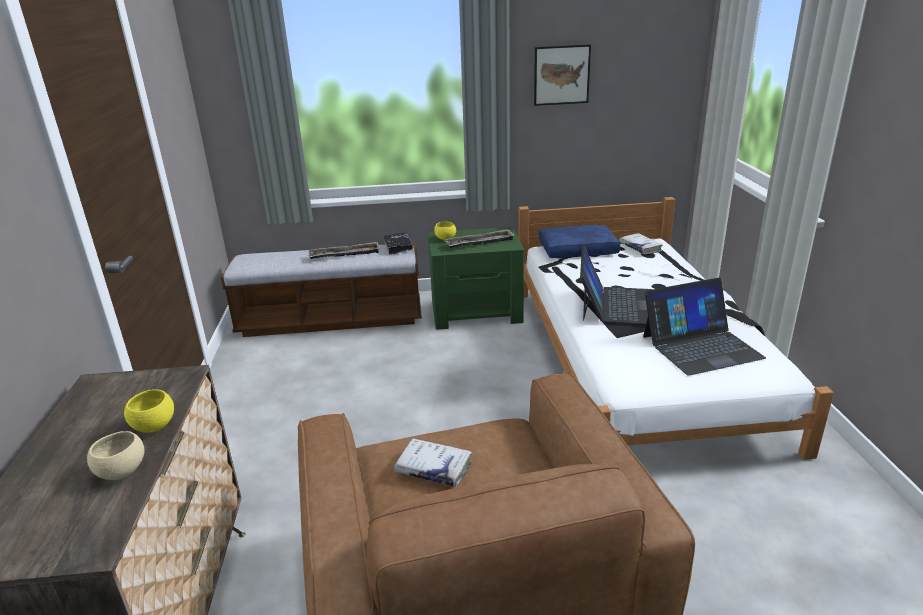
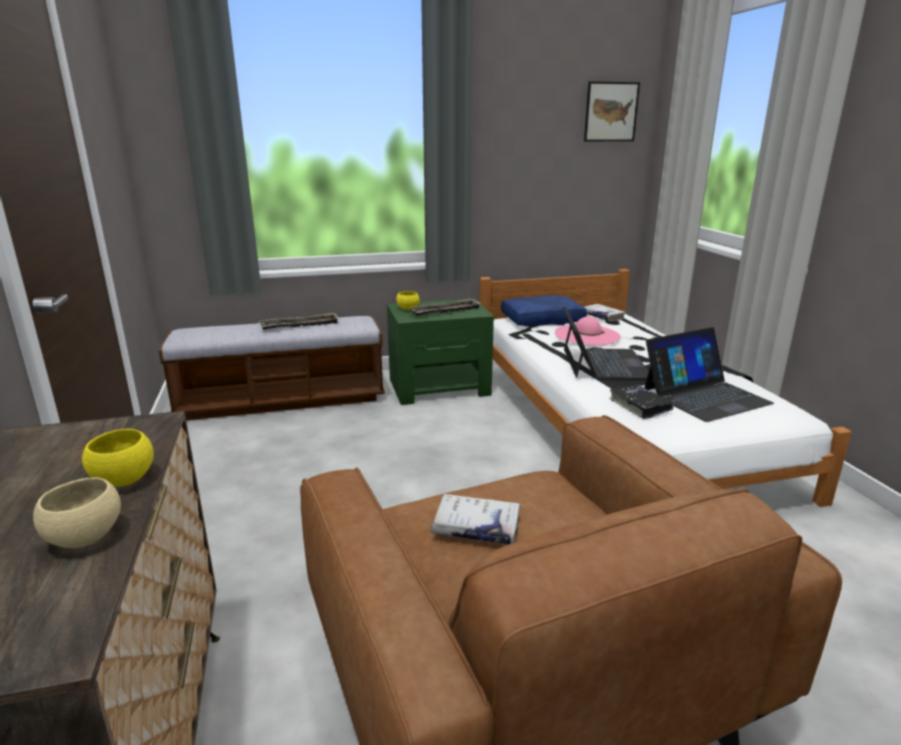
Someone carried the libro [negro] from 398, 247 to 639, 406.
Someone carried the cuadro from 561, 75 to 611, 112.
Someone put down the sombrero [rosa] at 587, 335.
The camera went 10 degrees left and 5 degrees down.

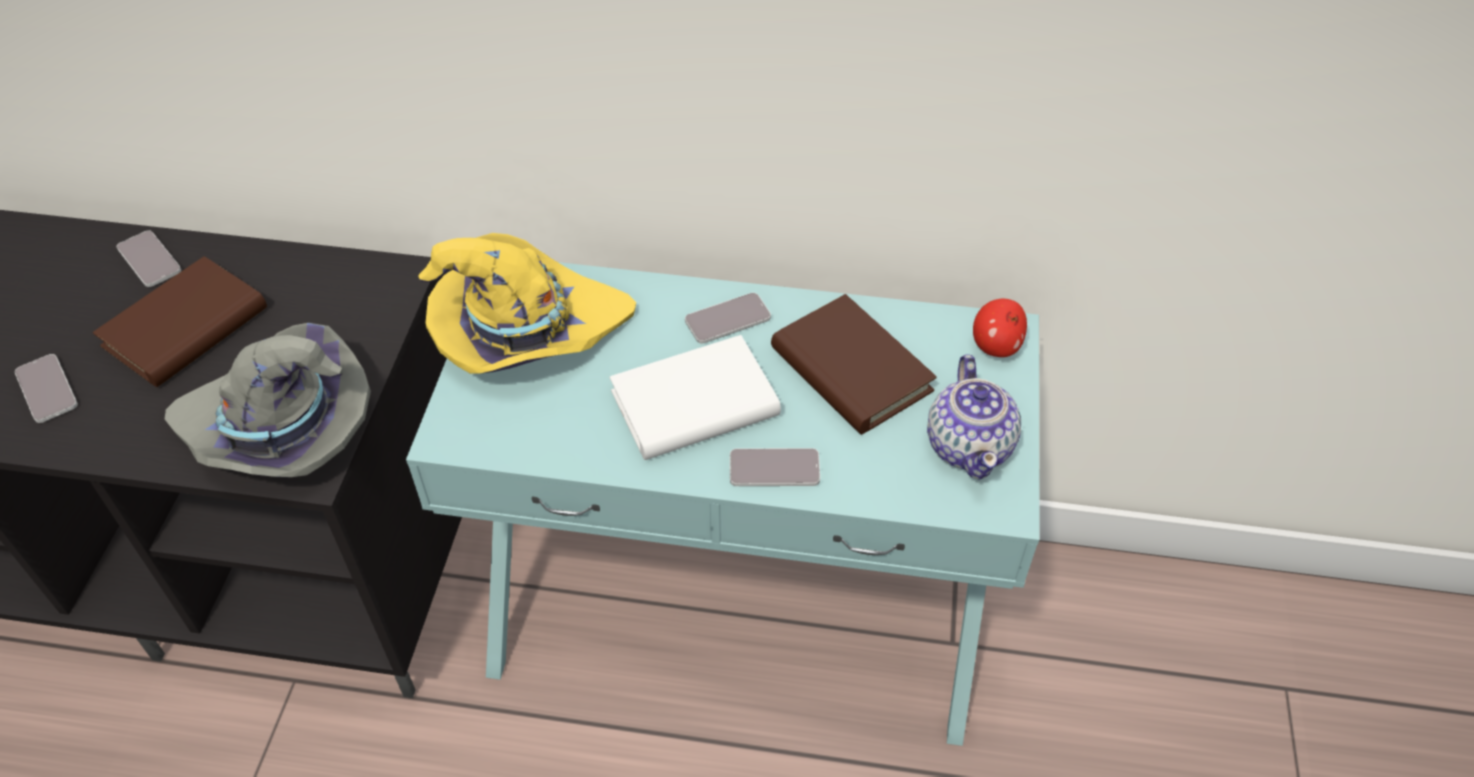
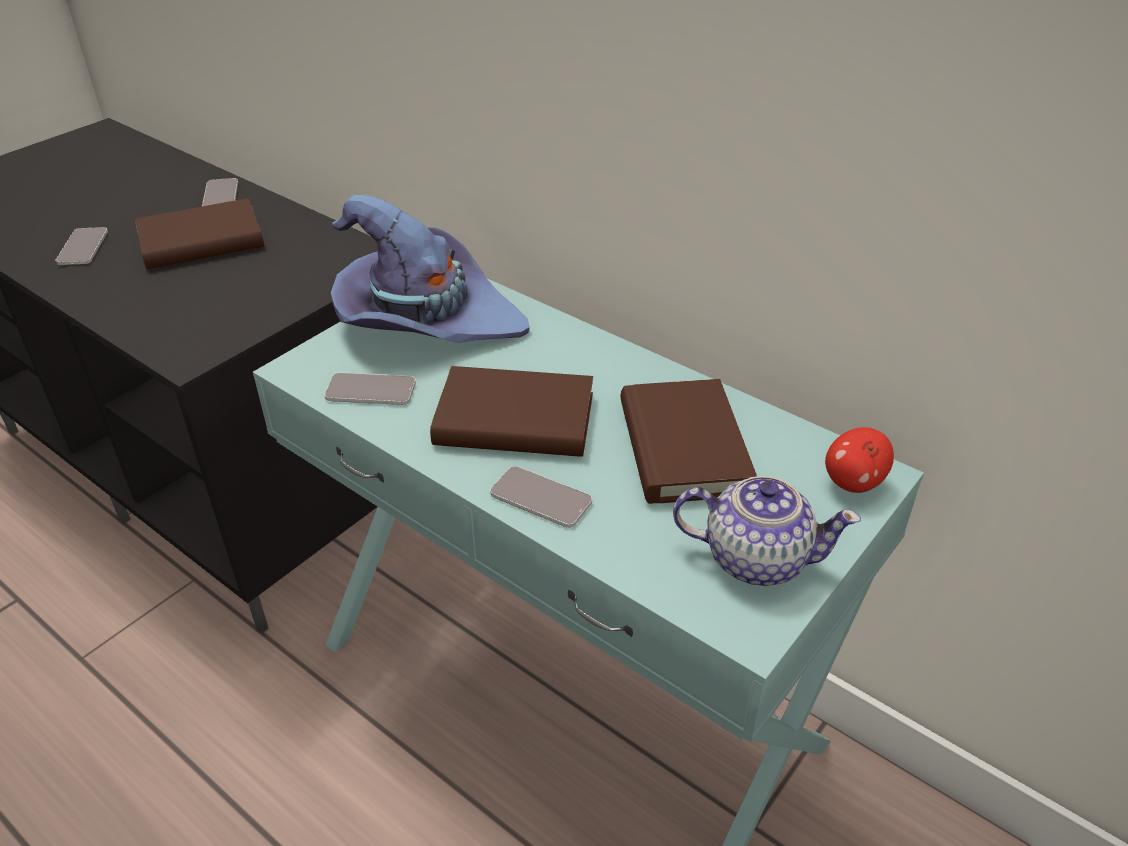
Someone took away the sombrero [gris] at 280, 430.
Someone repainted the sombrero [amarillo] at 526, 331, which became the sombrero [morado] at 425, 319.
Someone repainted the libro [blanco] at 695, 404, which became the libro [marrón] at 514, 420.
Someone carried the móvil from 727, 319 to 371, 390.
Someone rotated the tetera at 970, 445 by 105 degrees counterclockwise.
The camera went 30 degrees right and 10 degrees down.

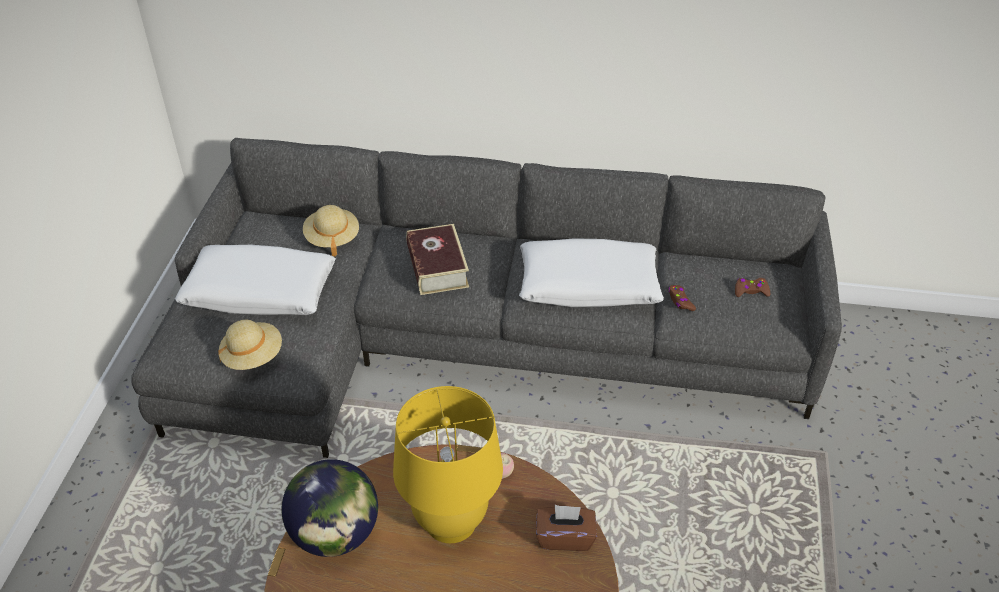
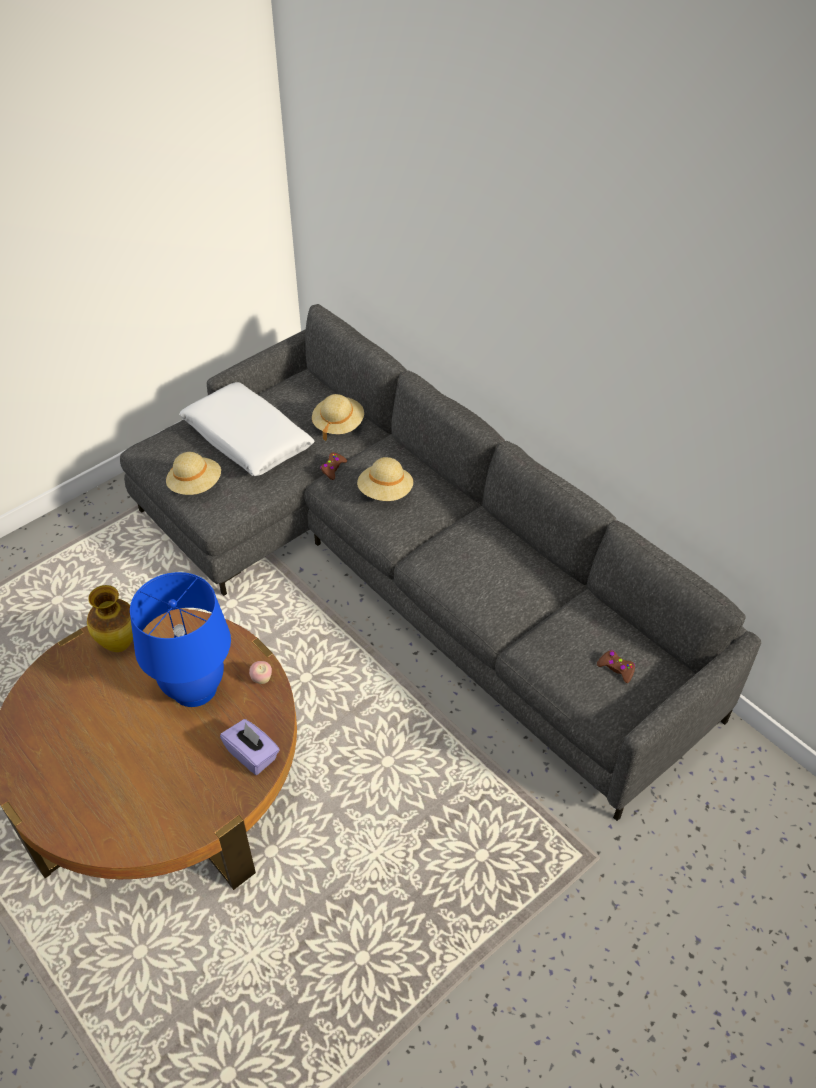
Someone swapped the globo terráqueo at 335, 535 for the florero at 119, 645.
Someone repainted the lámpara de mesa [amarillo] at 451, 521, which became the lámpara de mesa [azul] at 194, 688.
Someone swapped the libro at 437, 267 for the sombrero [beis] at 385, 492.
Someone took away the cojín [blanco] at 588, 285.
Someone repainted the caja de pañuelos [marrón] at 565, 537, which became the caja de pañuelos [morado] at 252, 755.
Someone carried the mando de consola [marrón] from 680, 301 to 333, 468.
The camera went 40 degrees right and 5 degrees up.

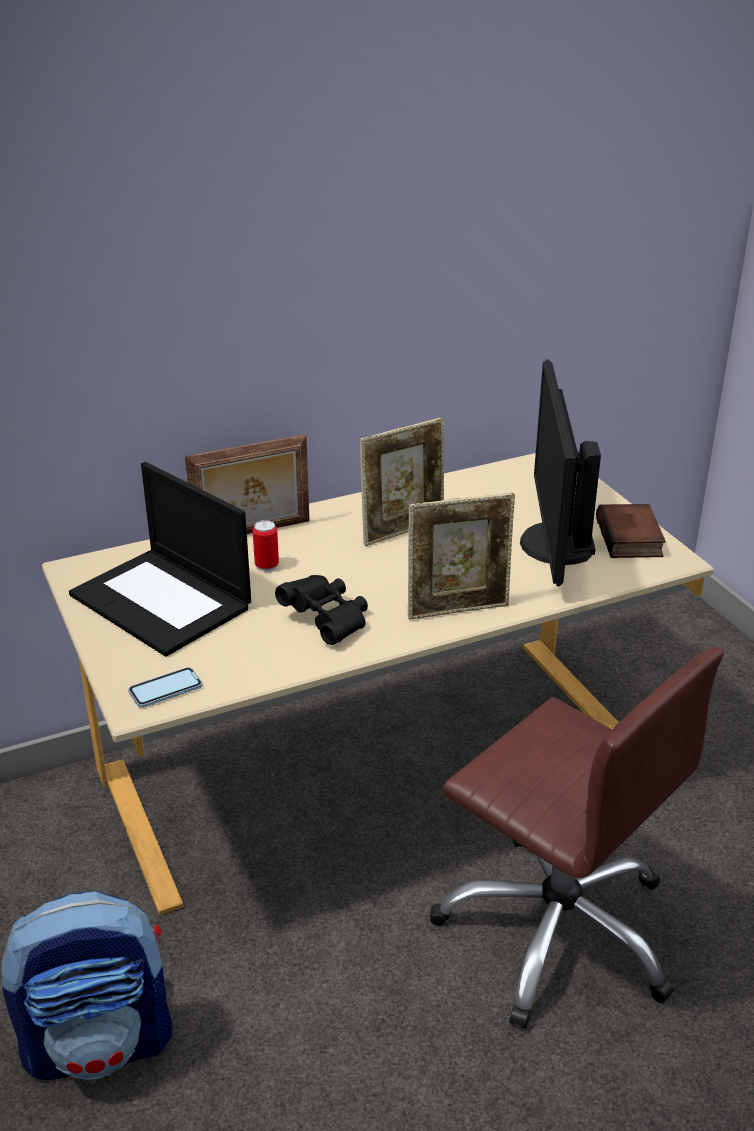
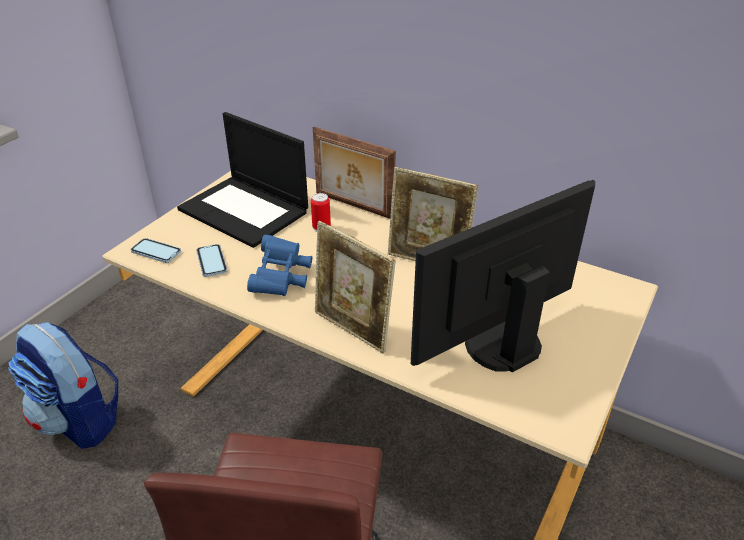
Someone rotated the portátil at 163, 601 by 60 degrees counterclockwise.
Someone repainted the prismáticos [negro] at 327, 620, which became the prismáticos [azul] at 281, 278.
Someone took away the libro at 631, 539.
Someone put down the móvil at 212, 261.
The camera went 55 degrees right and 5 degrees up.

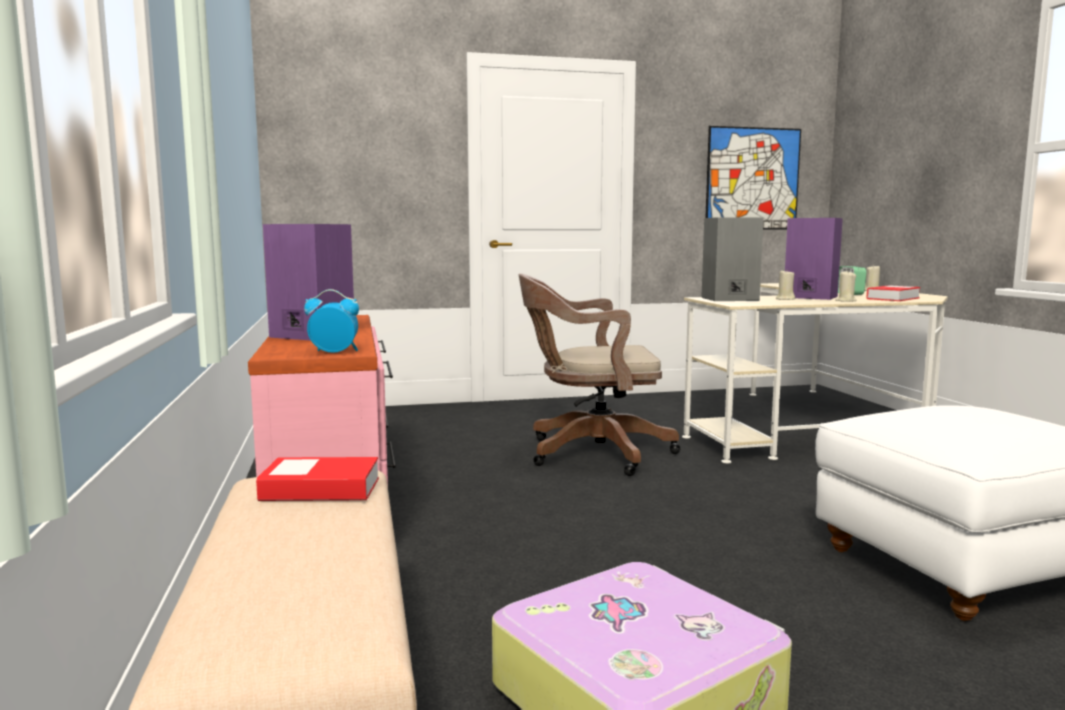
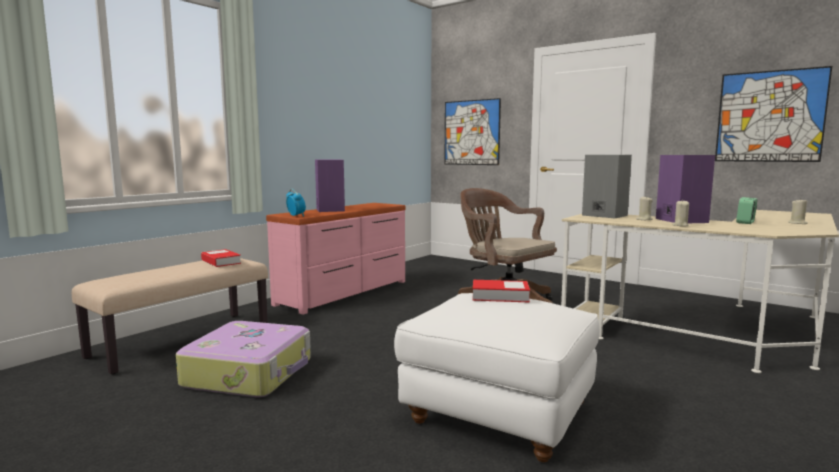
Someone carried the libro from 893, 298 to 500, 296.
Someone put up the cuadro at 471, 132.
The camera went 50 degrees right and 0 degrees up.

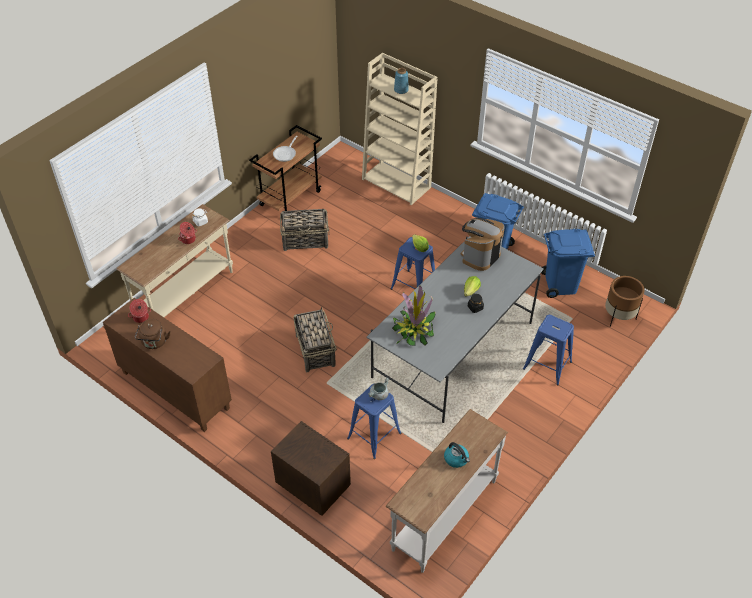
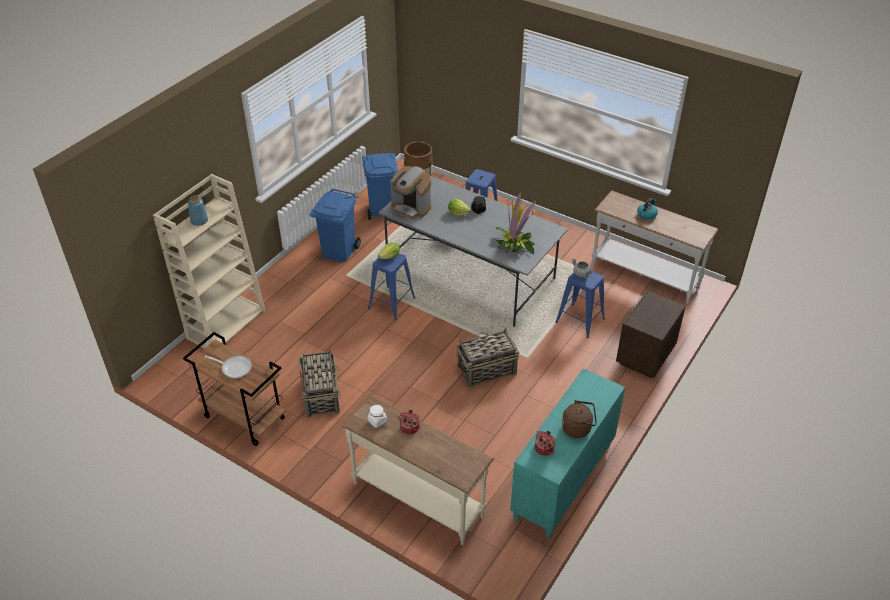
Someone repainted the armario [marrón] at 174, 390, which became the armario [turquesa] at 563, 482.
The camera went 95 degrees left and 5 degrees down.

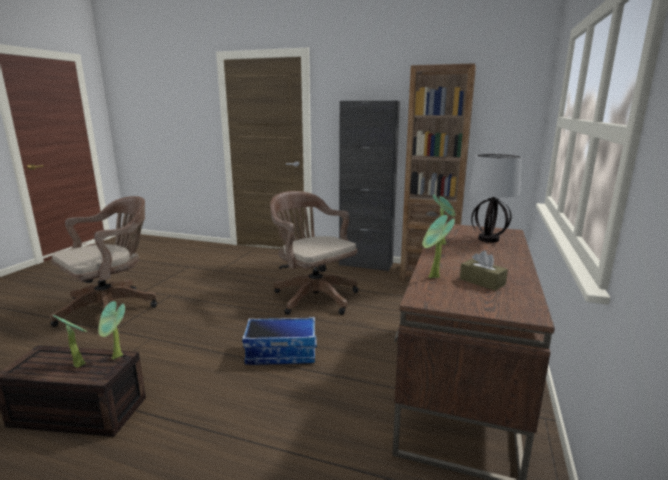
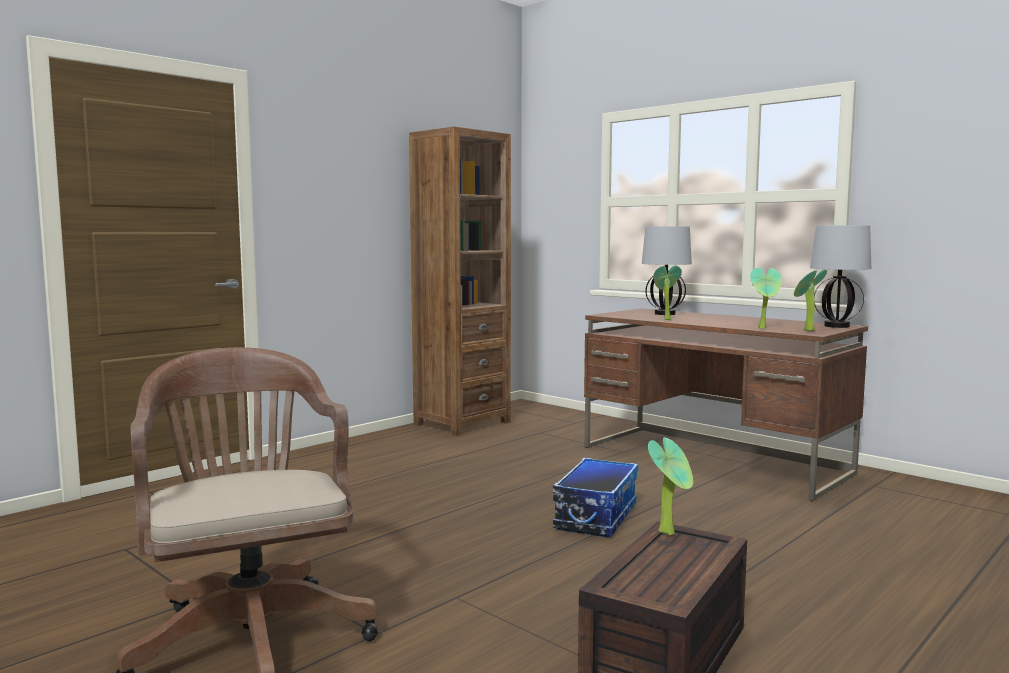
Someone carried the planta en maceta from 80, 364 to 806, 330.
Someone took away the silla de oficina [marrón] at 312, 296.
Someone took away the armario [negro] at 366, 264.
Someone took away the caja de pañuelos [marrón] at 482, 282.
Someone put down the lámpara de mesa at 837, 326.
The camera went 65 degrees left and 10 degrees down.

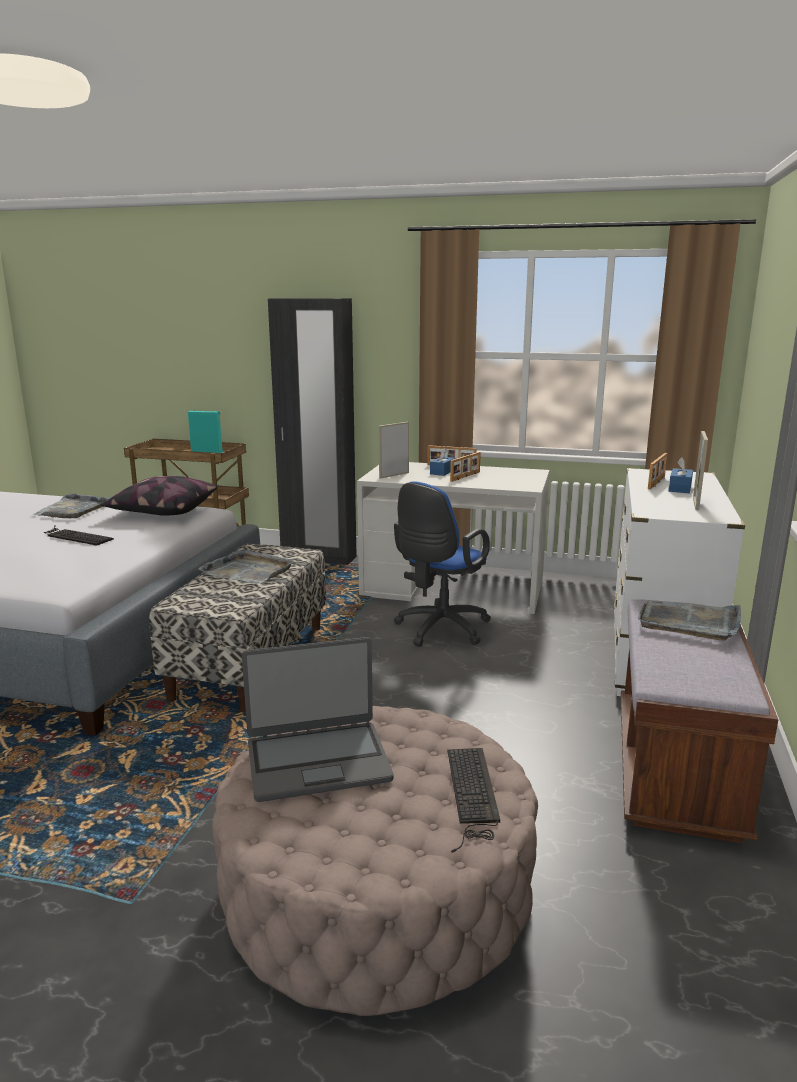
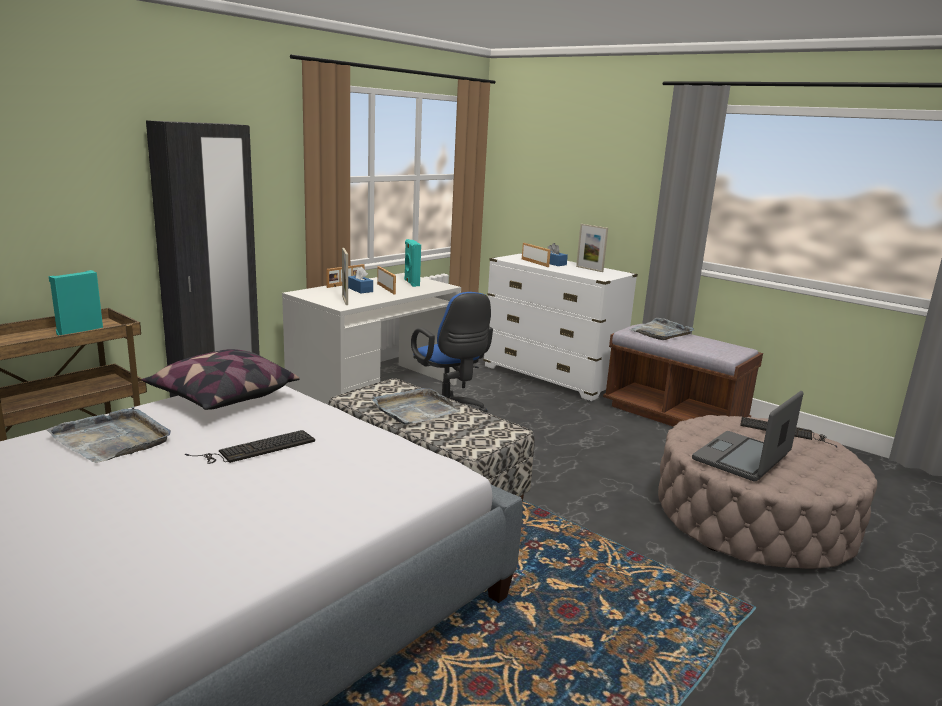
Someone rotated the portátil at 317, 761 by 150 degrees counterclockwise.
Someone put down the altavoz [turquesa] at 411, 283.
The camera went 65 degrees left and 0 degrees up.

